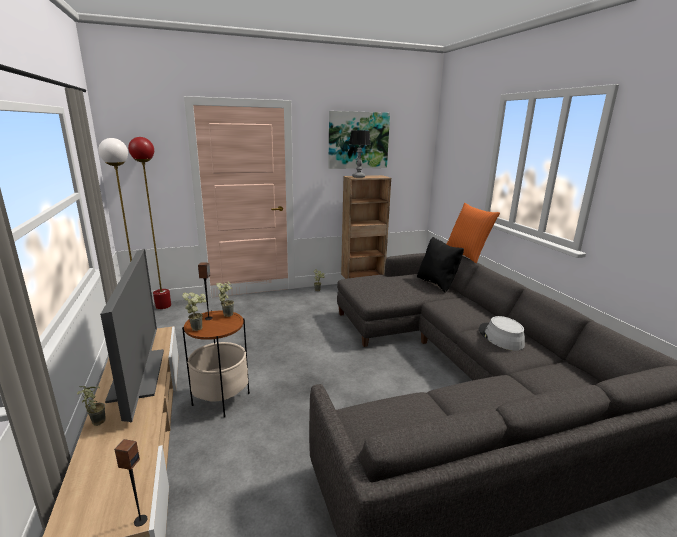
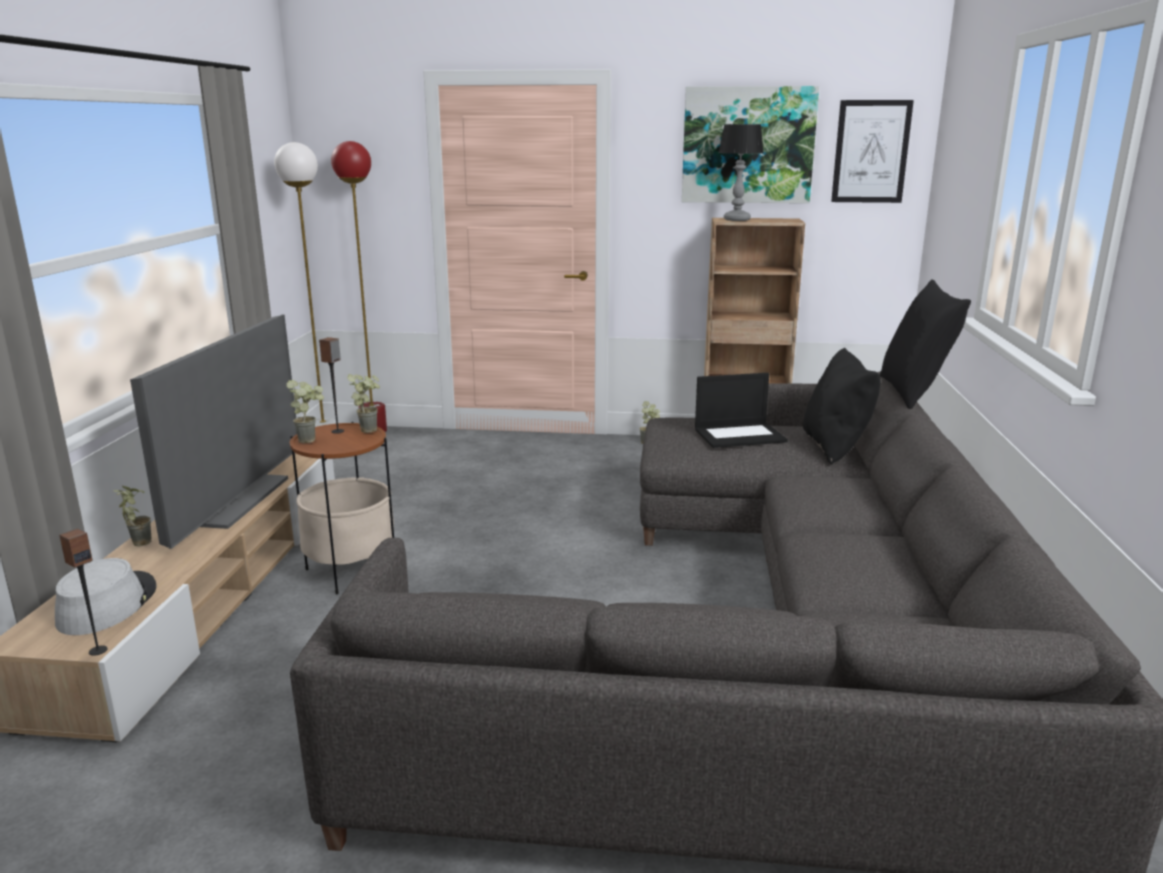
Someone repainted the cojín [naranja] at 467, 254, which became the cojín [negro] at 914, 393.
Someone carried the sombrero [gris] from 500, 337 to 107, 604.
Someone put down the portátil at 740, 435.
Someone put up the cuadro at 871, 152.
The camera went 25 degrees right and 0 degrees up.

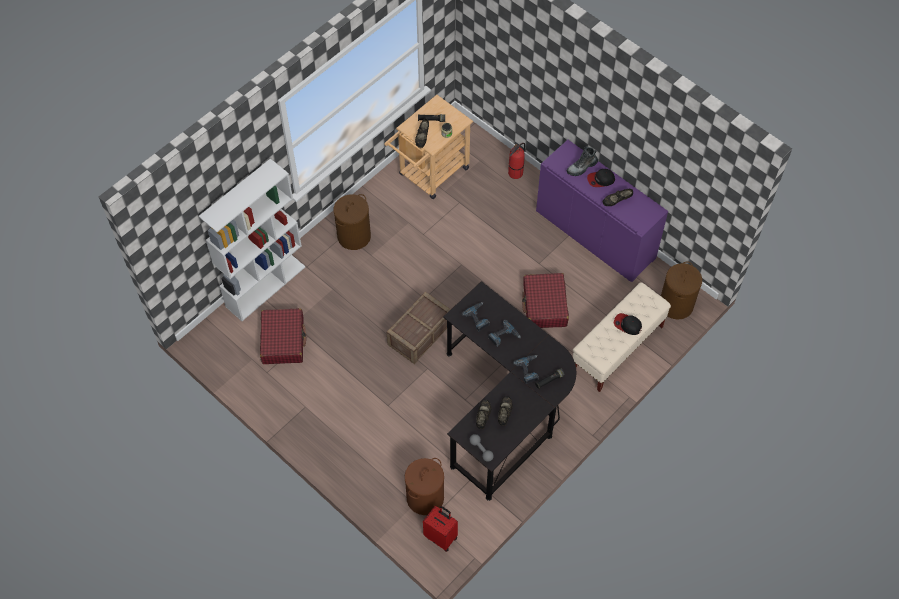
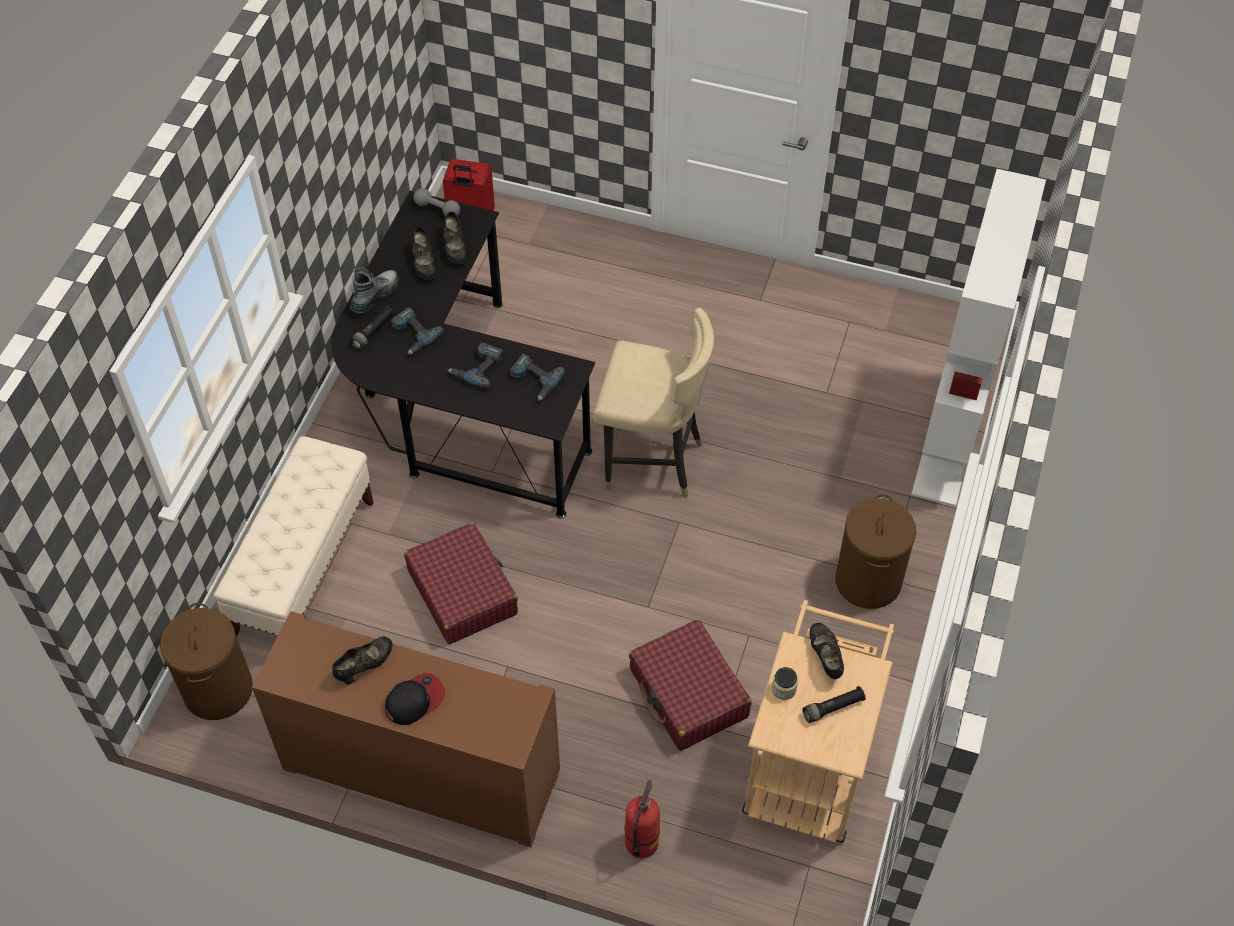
Someone carried the maleta [rojo] from 283, 340 to 688, 694.
Someone swapped the caja de embalaje at 420, 334 for the silla [beis] at 651, 462.
Someone took away the cesto de la ropa [marrón] at 425, 498.
Someone repainted the armario [morado] at 595, 235, which became the armario [marrón] at 421, 770.
Someone carried the bota from 582, 167 to 374, 296.
Someone took away the gorra at 627, 325.
The camera went 155 degrees right and 5 degrees down.

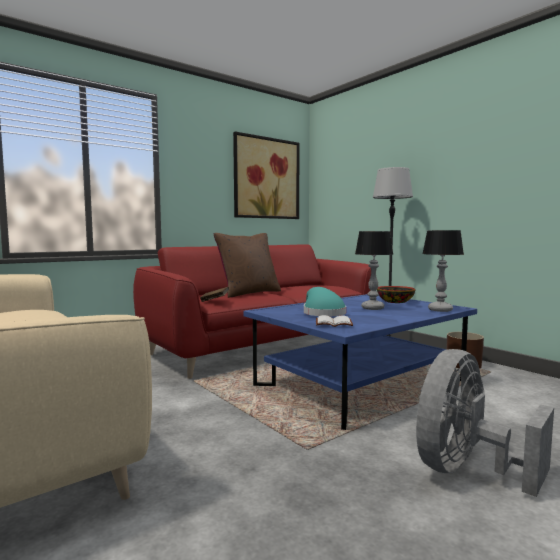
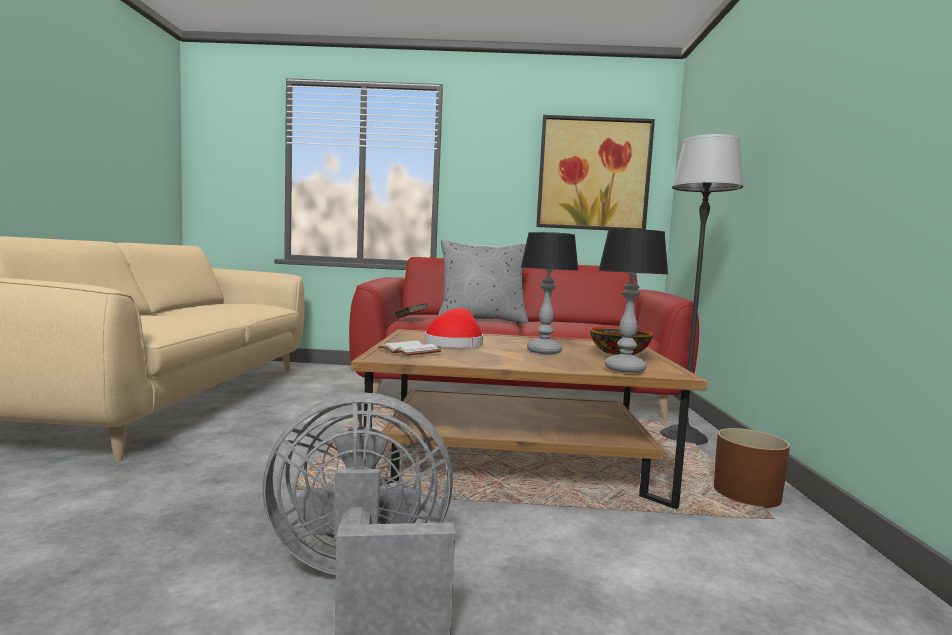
Someone repainted the cojín [marrón] at 249, 293, which became the cojín [gris] at 481, 319.
Someone repainted the mesa de centro [azul] at 360, 383, which became the mesa de centro [marrón] at 515, 459.
Someone repainted the sombrero [turquesa] at 322, 313, which became the sombrero [rojo] at 455, 344.
The camera went 40 degrees right and 0 degrees up.

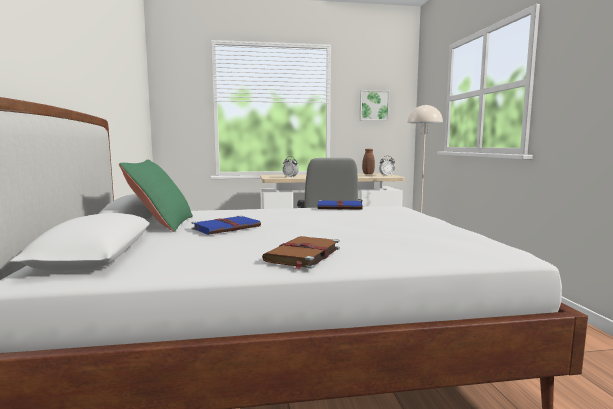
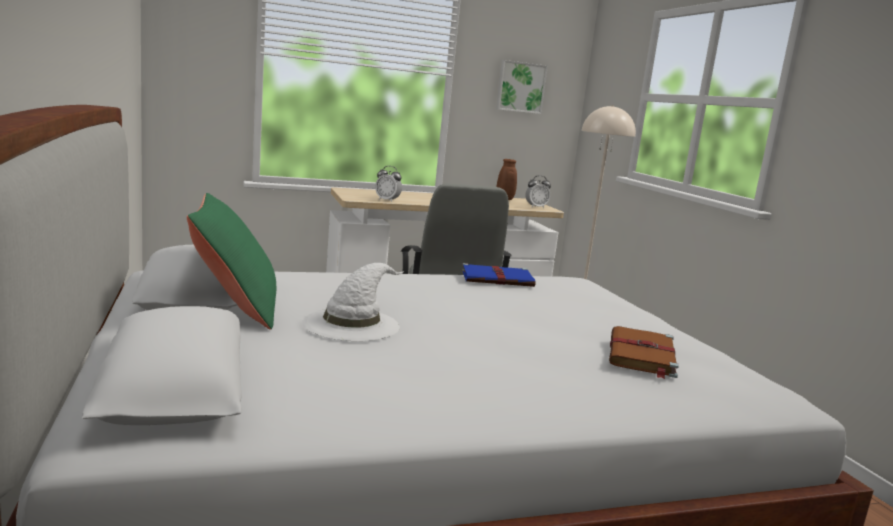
Someone swapped the libro [azul] at 227, 228 for the sombrero [blanco] at 352, 323.
Someone carried the libro [marrón] from 302, 255 to 641, 355.
The camera went 10 degrees left and 5 degrees up.

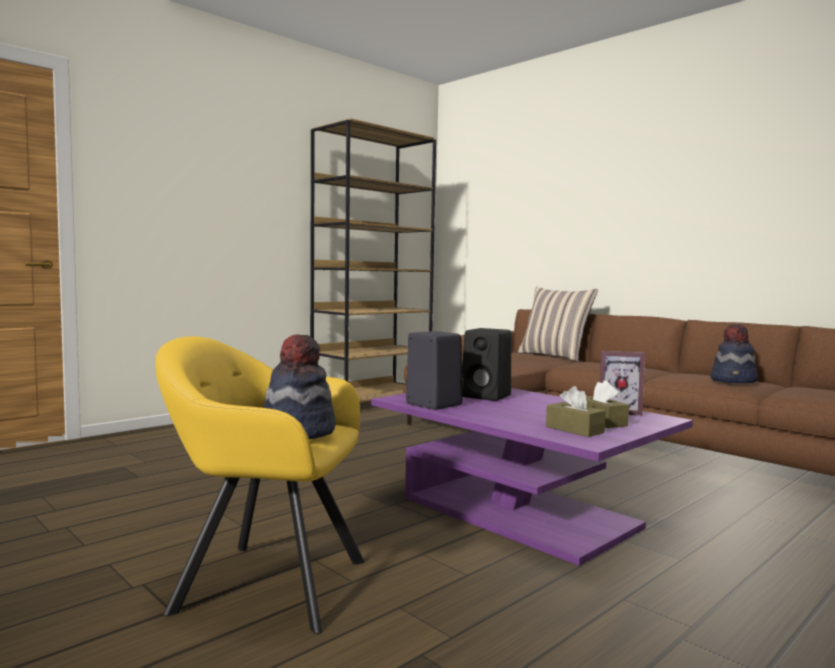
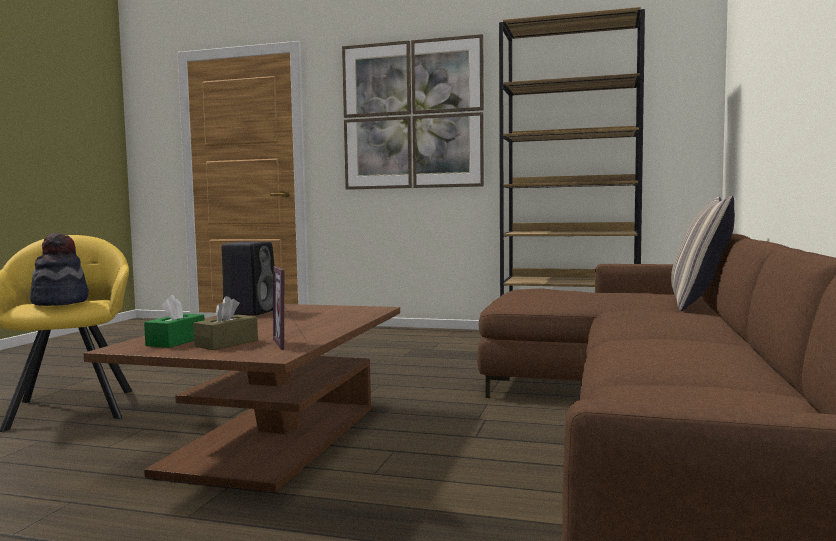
Someone repainted the mesa de centro [morado] at 519, 512, which became the mesa de centro [marrón] at 273, 439.
Someone took away the altavoz [negro] at 488, 396.
Someone repainted the caja de pañuelos [marrón] at 574, 429, which became the caja de pañuelos [verde] at 176, 341.
Someone took away the sombrero at 734, 381.
Someone put up the cuadro at 412, 115.
The camera went 60 degrees right and 0 degrees up.

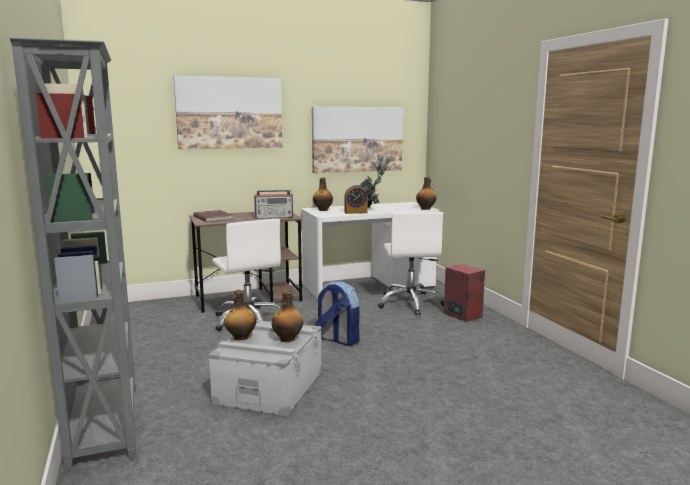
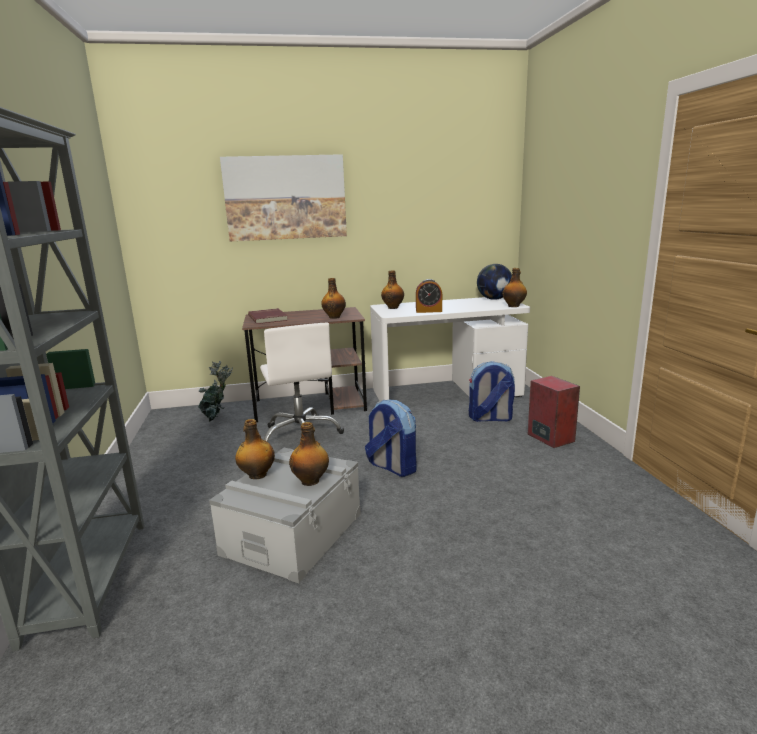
Someone swapped the radio at 274, 217 for the botella at 334, 317.
Someone took away the cuadro at 357, 139.
Someone carried the planta en maceta from 371, 208 to 217, 419.
Someone swapped the silla de oficina [blanco] at 410, 303 for the mochila at 490, 418.
Someone put down the globo terráqueo at 494, 299.
The camera went 10 degrees right and 5 degrees up.

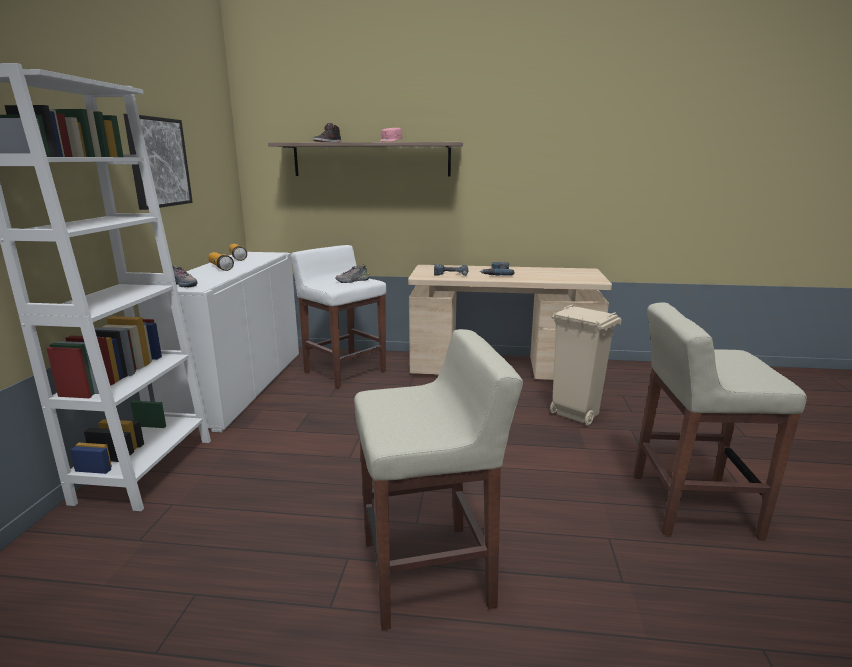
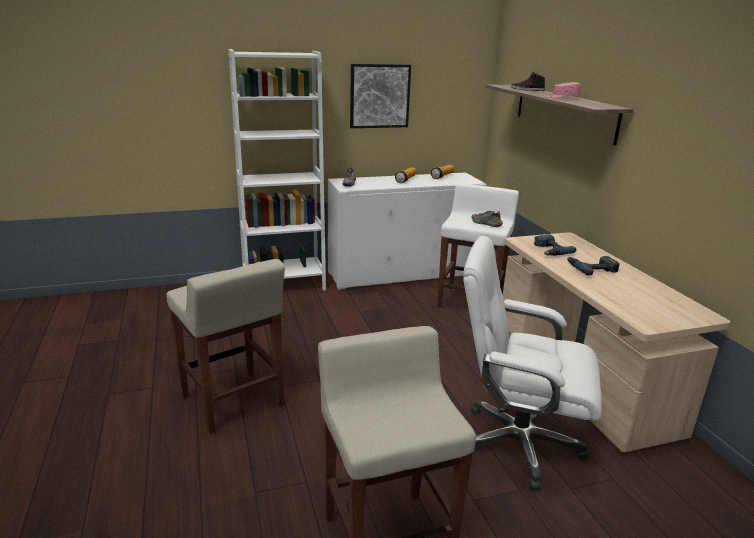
Someone swapped the papelera [beis] at 575, 414 for the silla de oficina [blanco] at 517, 443.
The camera went 65 degrees right and 5 degrees up.

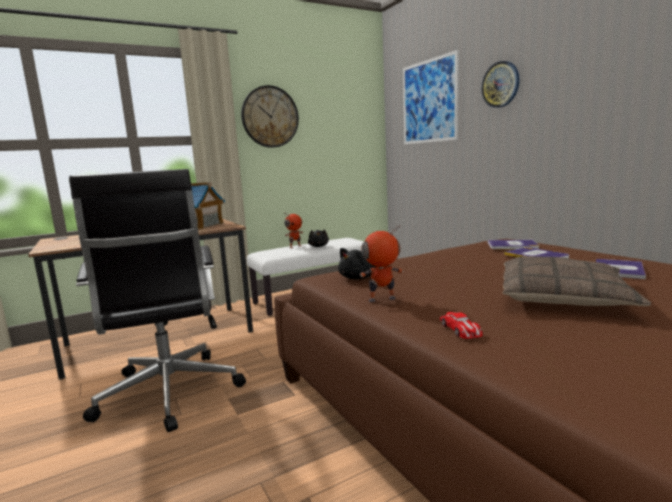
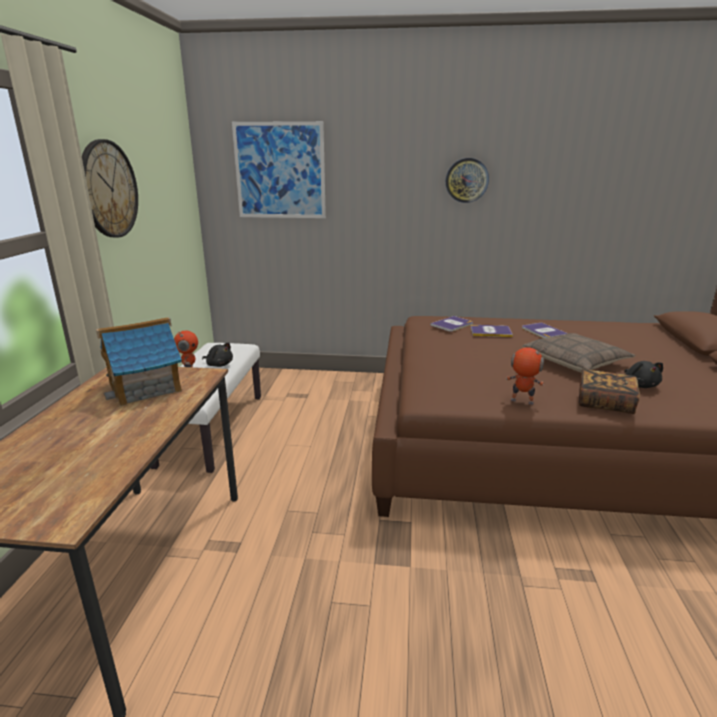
Someone took away the silla de oficina [negro] at 169, 394.
Someone carried the peluche [negro] from 358, 278 to 640, 385.
Someone rotated the robot de juguete at 382, 300 by 90 degrees clockwise.
Someone swapped the coche de juguete at 460, 329 for the libro at 605, 403.
Someone carried the reloj de pared from 500, 84 to 466, 180.
The camera went 55 degrees left and 10 degrees up.

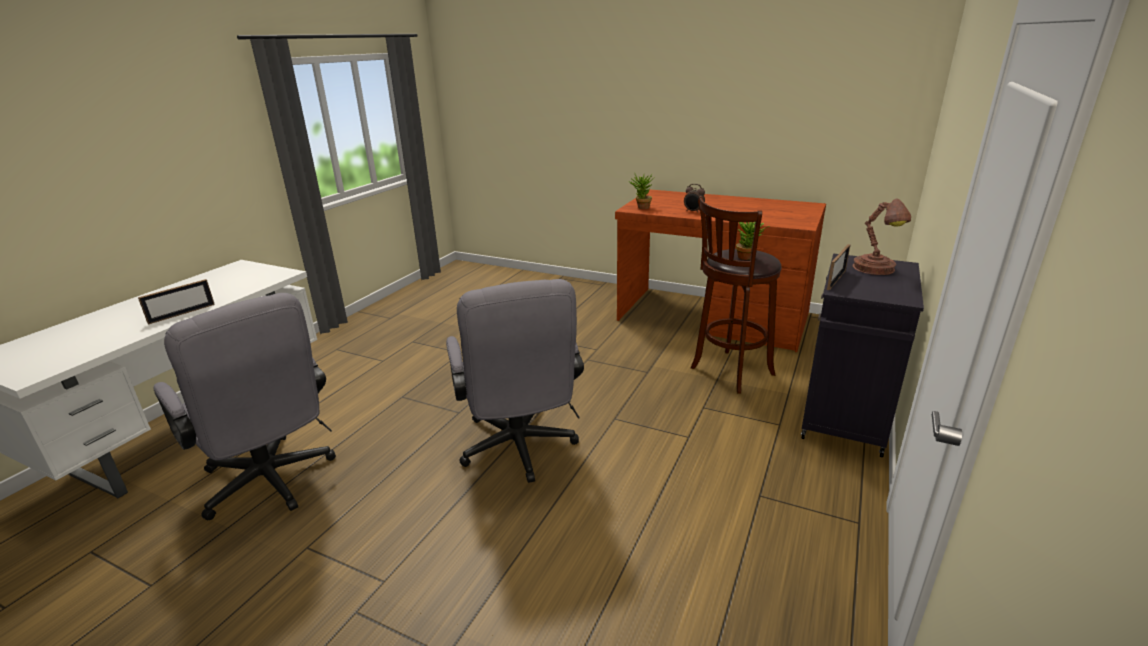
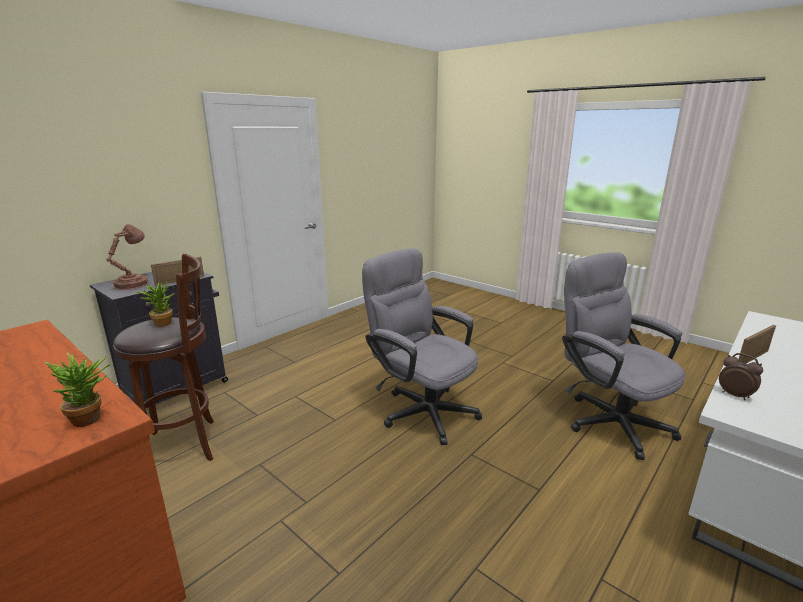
Someone rotated the silla de oficina [gris] at 519, 450 by 45 degrees counterclockwise.
Someone carried the despertador from 693, 211 to 734, 395.
The camera went 165 degrees left and 5 degrees down.

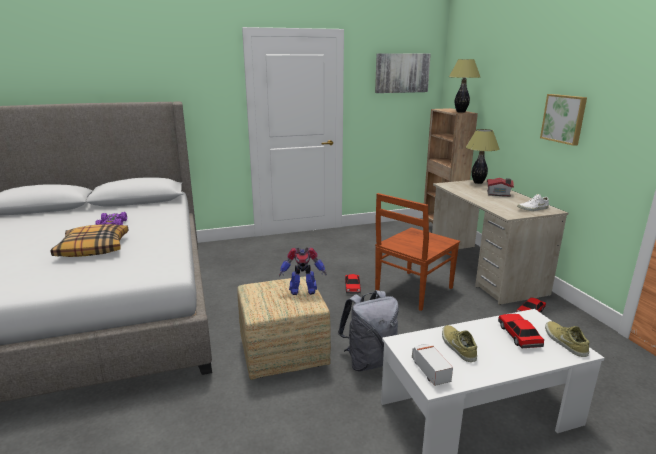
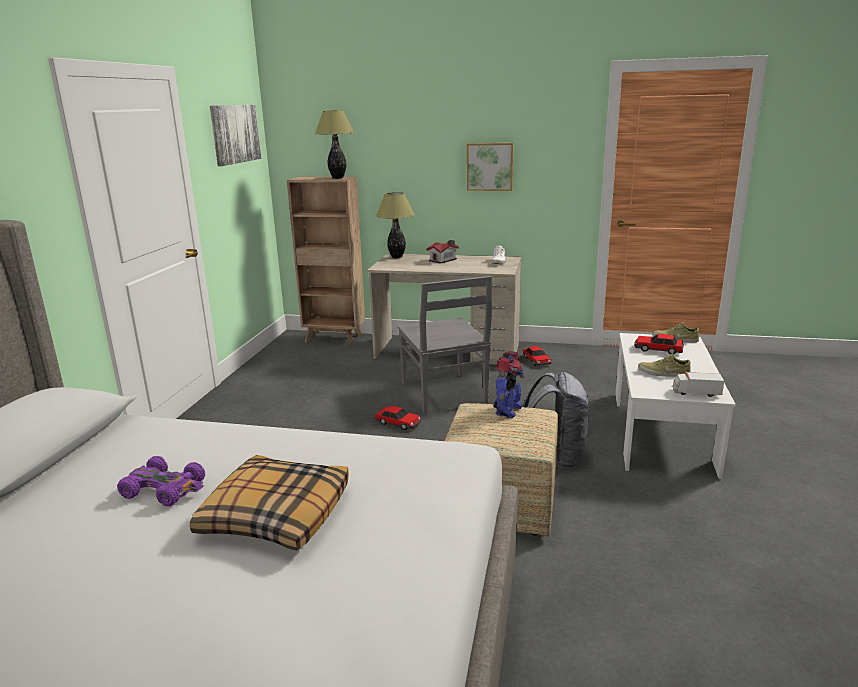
Someone repainted the silla [marrón] at 412, 290, which became the silla [gris] at 444, 394.
The camera went 60 degrees left and 0 degrees up.

